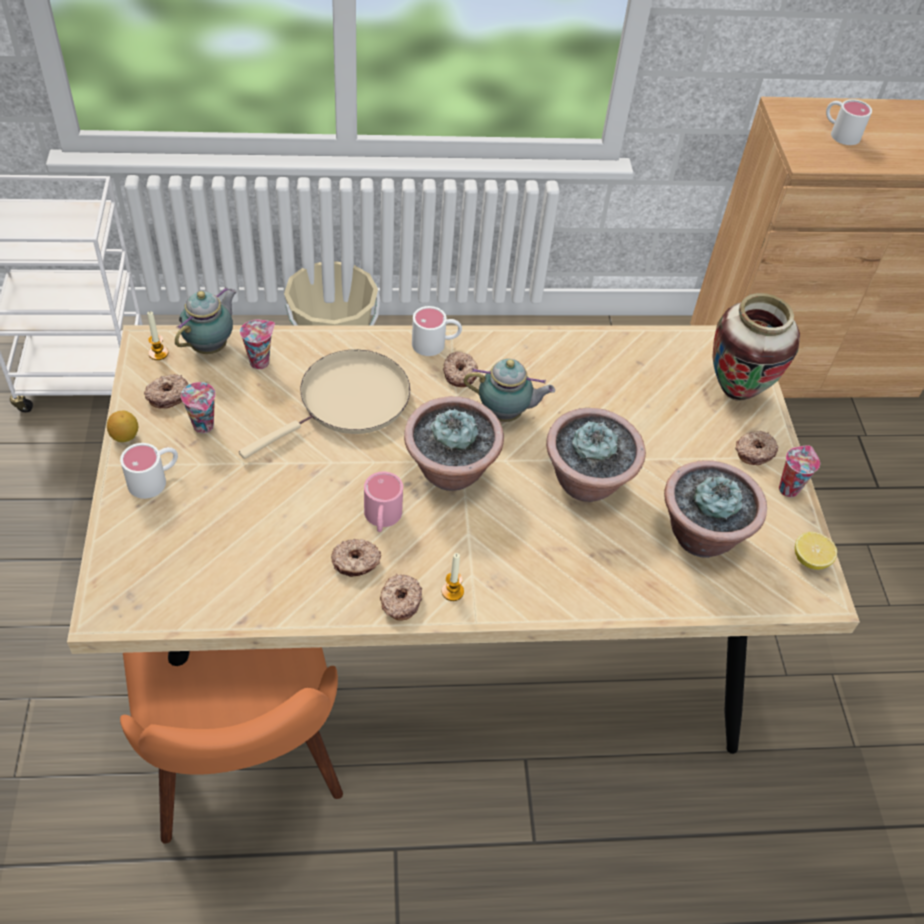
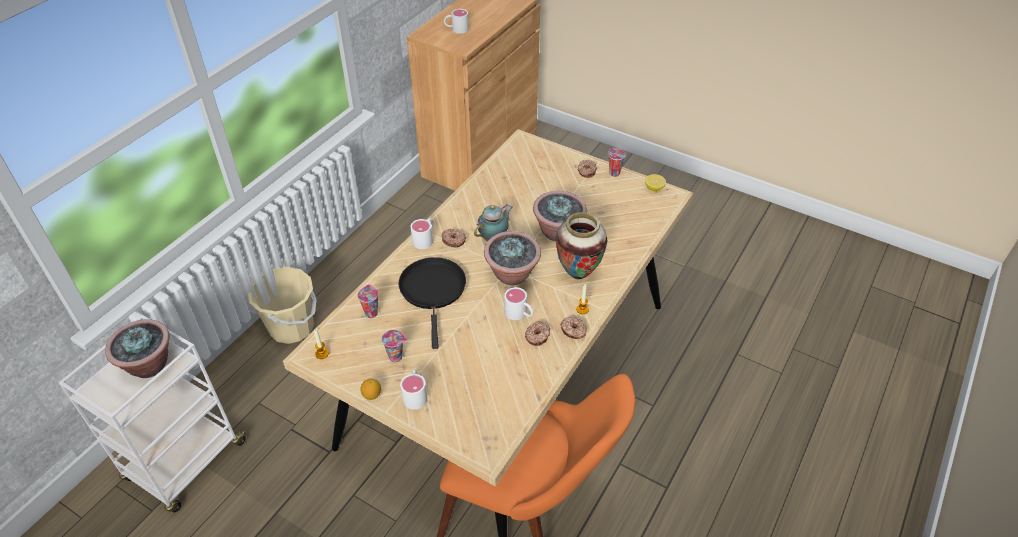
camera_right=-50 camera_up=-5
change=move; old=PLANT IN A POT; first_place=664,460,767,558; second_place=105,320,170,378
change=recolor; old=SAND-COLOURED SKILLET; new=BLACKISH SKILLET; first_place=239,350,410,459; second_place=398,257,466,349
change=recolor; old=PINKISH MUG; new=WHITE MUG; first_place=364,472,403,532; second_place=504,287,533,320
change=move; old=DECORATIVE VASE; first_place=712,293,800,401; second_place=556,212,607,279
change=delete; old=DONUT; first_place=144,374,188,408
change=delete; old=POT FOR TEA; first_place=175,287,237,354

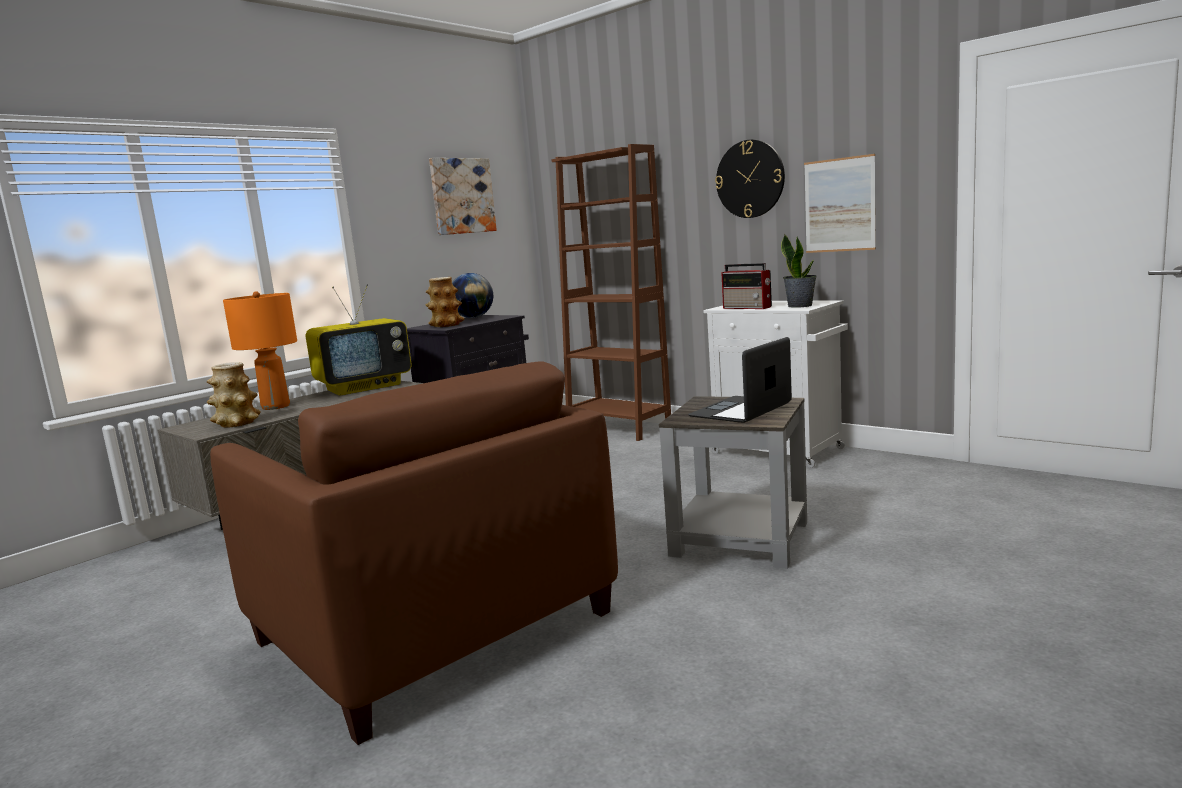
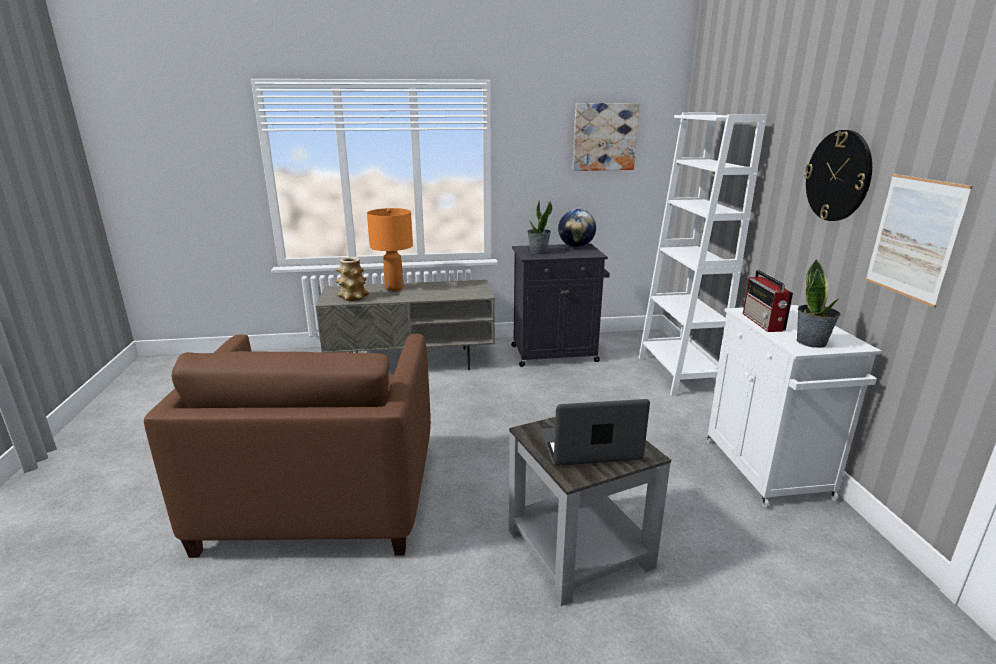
camera_right=40 camera_up=10
change=replace; old=DECORATIVE VASE; new=PLANT IN A POT; first_place=425,277,464,327; second_place=527,201,552,254
change=recolor; old=BROWN-COLOURED BOOKSHELF; new=WHITE BOOKSHELF; first_place=551,144,671,441; second_place=639,112,767,396
change=delete; old=TELEVISION; first_place=305,284,412,396

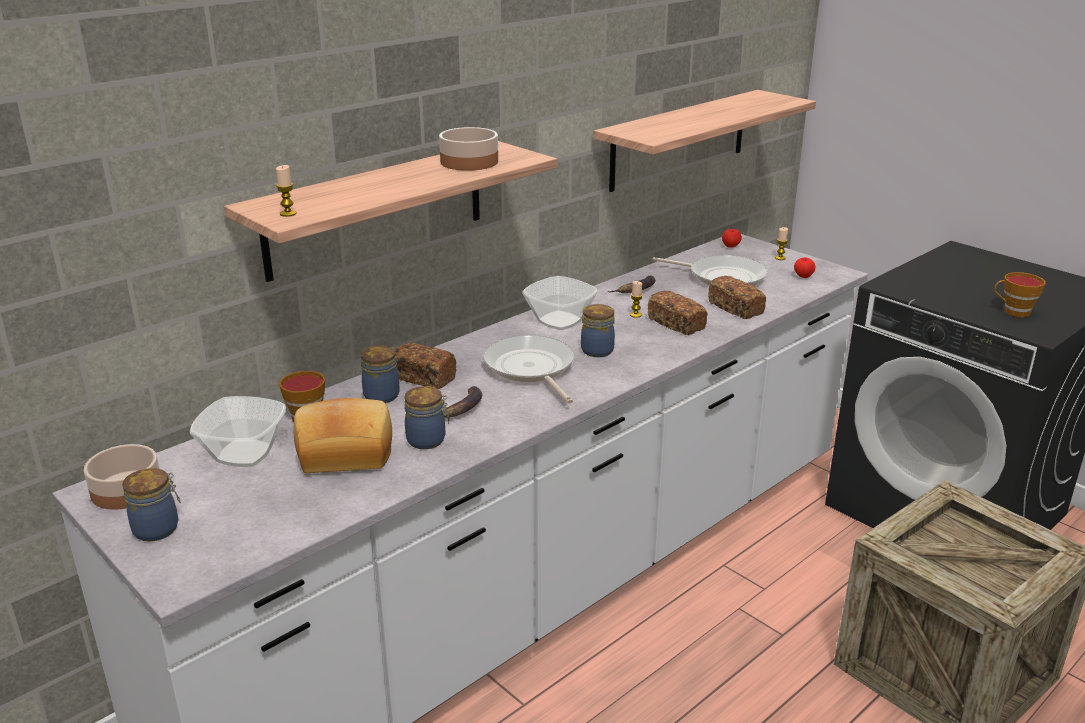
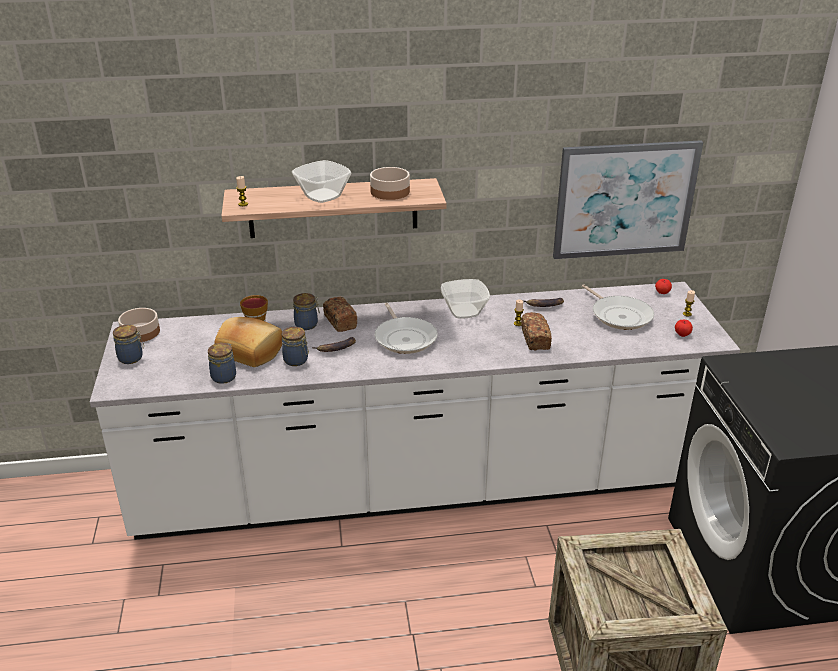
camera_right=35 camera_up=5
change=move; old=JAR; first_place=581,304,615,357; second_place=208,343,236,384
change=move; old=SERVING BOWL; first_place=190,396,286,467; second_place=292,160,351,203
change=rotate; old=SKILLET; first_place=483,335,574,404; second_place=375,303,438,354; degrees=150
change=replace; old=BRACKET SHELF; new=WALL PICTURE; first_place=593,90,816,192; second_place=553,140,703,259
change=delete; old=BAKERY BREAD; first_place=708,276,766,319
change=delete; old=DRINKING CUP; first_place=994,272,1046,317

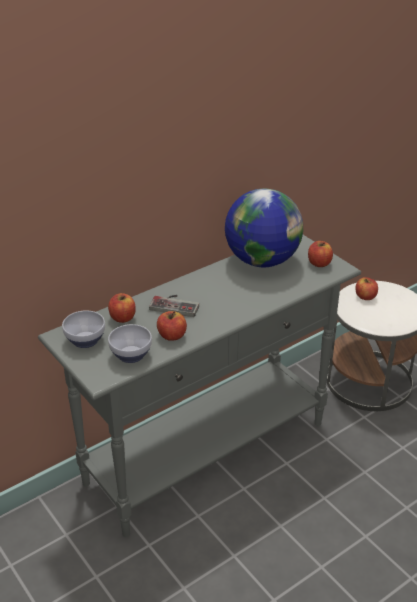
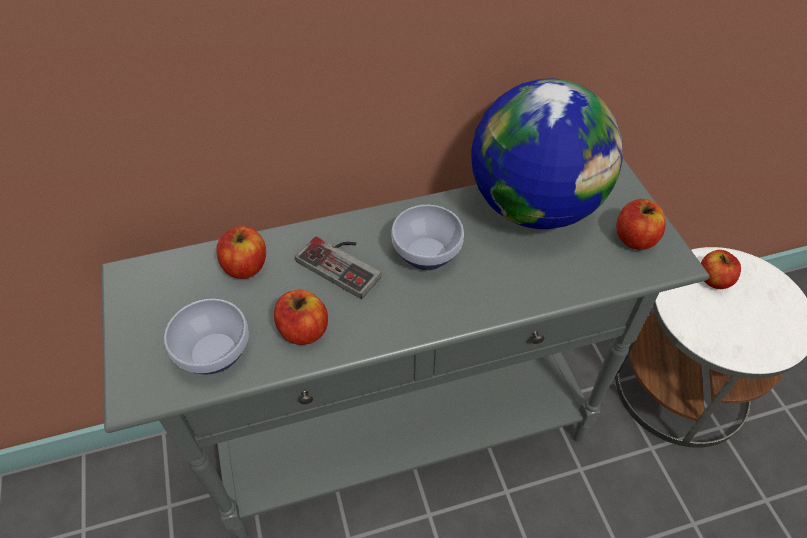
camera_right=20 camera_up=15
change=move; old=SERVING BOWL; first_place=62,310,105,348; second_place=391,205,464,270

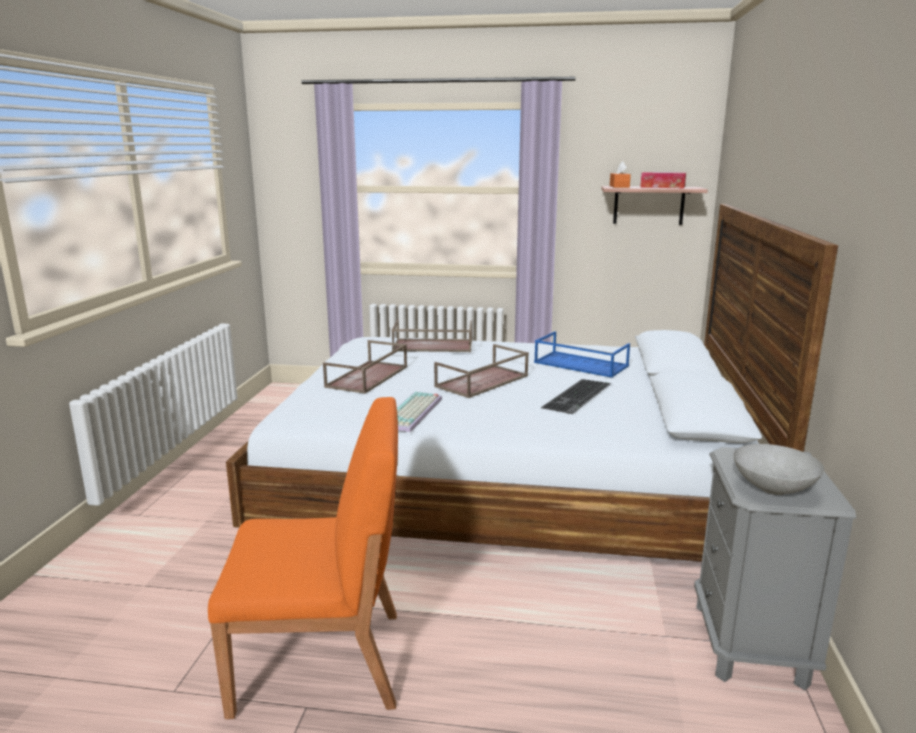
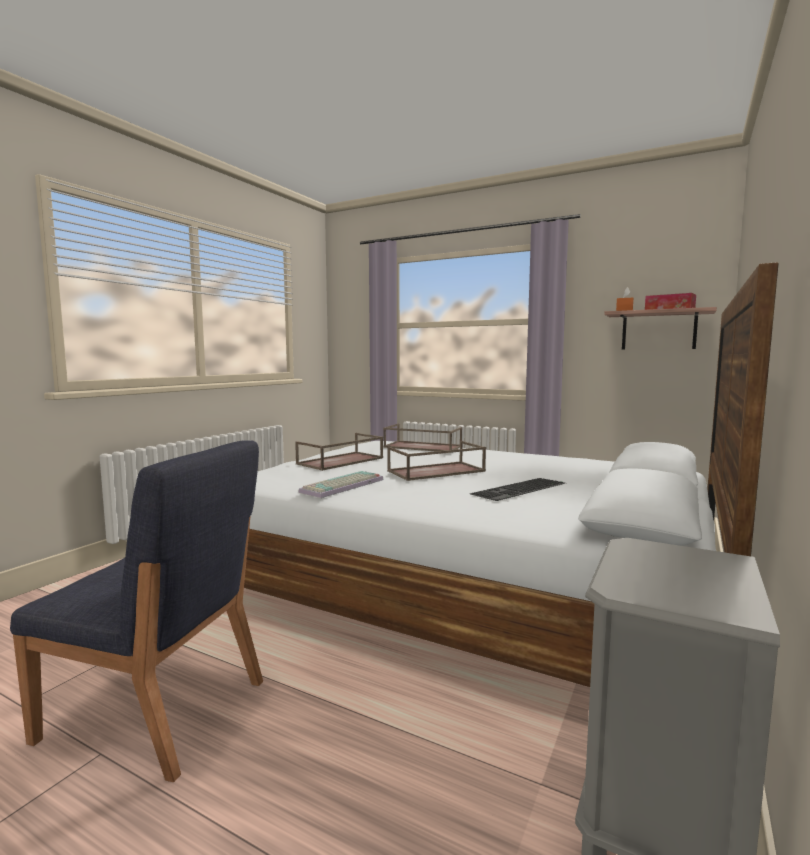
camera_right=20 camera_up=-10
change=recolor; old=ORANGEY CHAIR; new=BLUE CHAIR; first_place=208,397,398,719; second_place=10,440,263,782
change=delete; old=BLUE SERVING TRAY; first_place=534,331,630,378
change=delete; old=GRAY SERVING BOWL; first_place=733,444,824,495

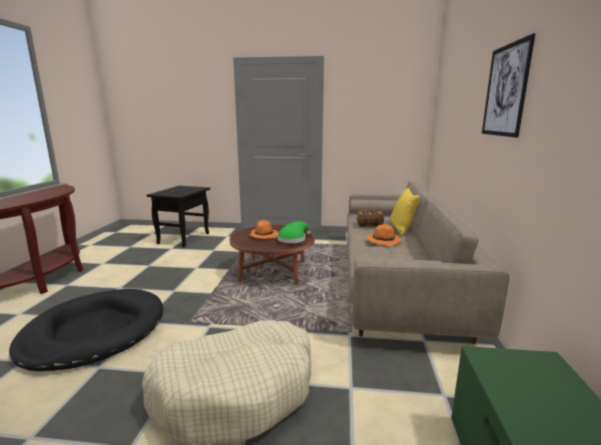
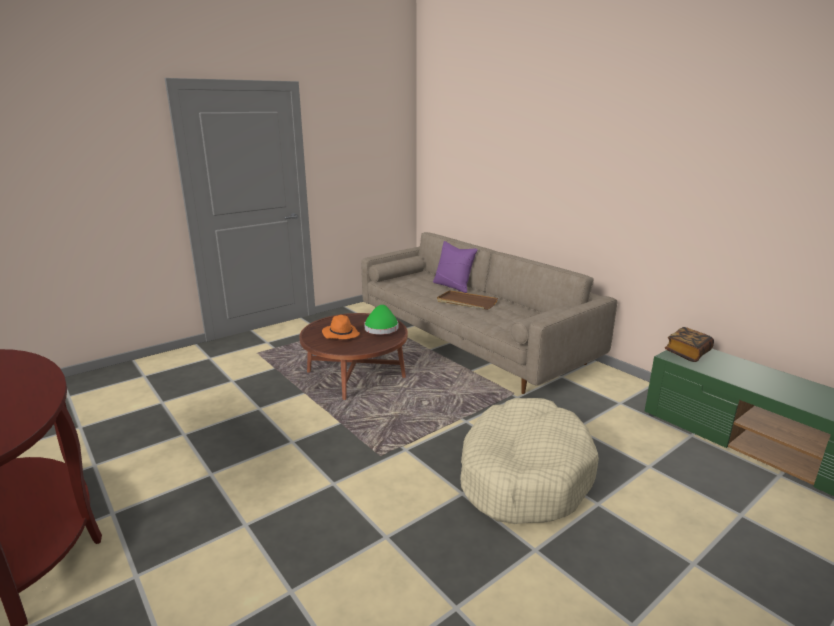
camera_right=-45 camera_up=5
change=recolor; old=YELLOW-COLOURED PILLOW; new=PURPLE PILLOW; first_place=391,188,420,235; second_place=433,241,478,293
change=replace; old=ORANGEY CLOTHING HAT; new=BROWN-COLOURED SERVING TRAY; first_place=366,224,401,246; second_place=437,290,498,310
change=move; old=BOOK; first_place=357,210,384,227; second_place=665,327,714,362
change=delete; old=BLACKISH DOG BED; first_place=9,289,163,371
change=delete; old=BLACKISH ACCENT TABLE; first_place=147,186,210,247
change=delete; old=WALL PICTURE; first_place=482,33,536,138

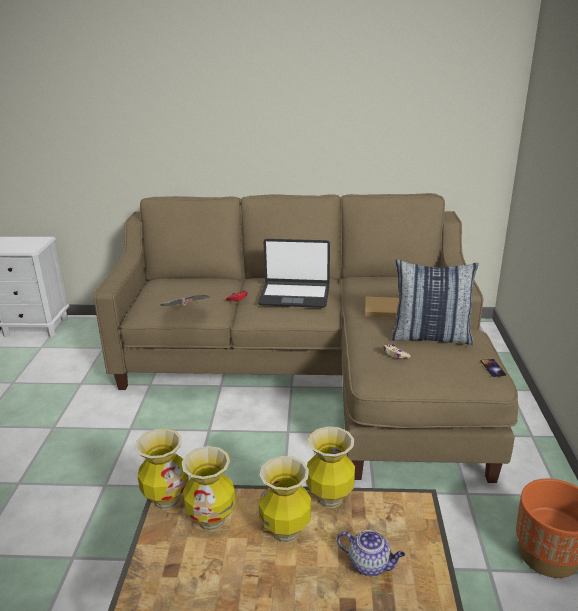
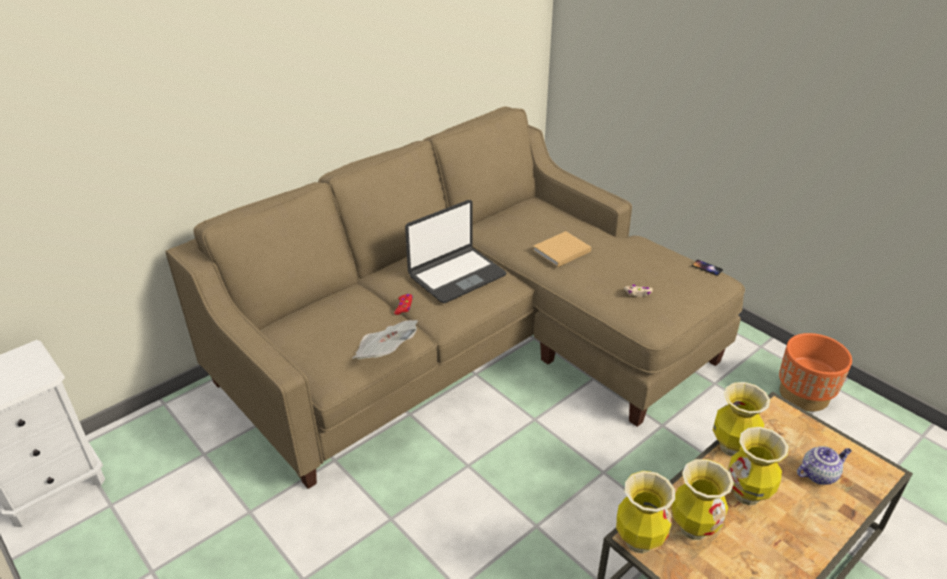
camera_right=-45 camera_up=10
change=delete; old=PILLOW; first_place=392,260,479,345

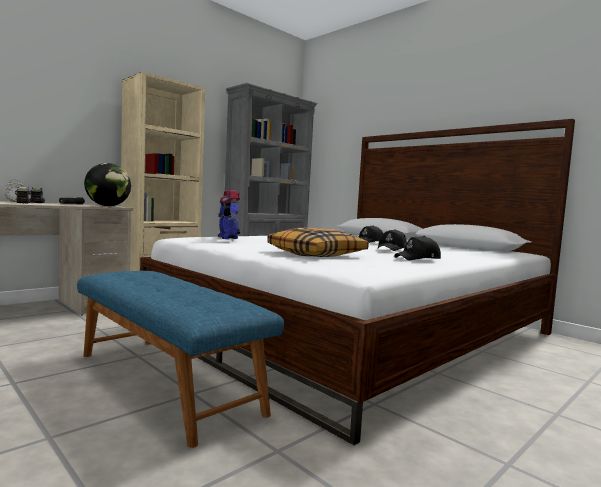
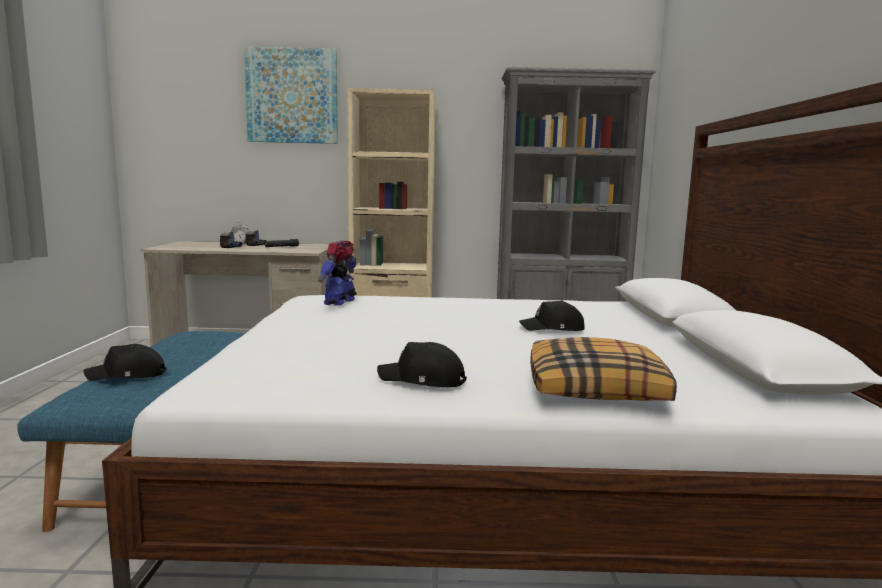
camera_right=45 camera_up=5
change=move; old=BLACKISH CAP; first_place=378,229,407,251; second_place=83,344,167,381
change=insert; new=WALL PICTURE; second_place=244,47,338,144
change=move; old=PILLOW; first_place=267,228,369,257; second_place=530,337,677,401
change=delete; old=DESK GLOBE; first_place=84,163,131,206

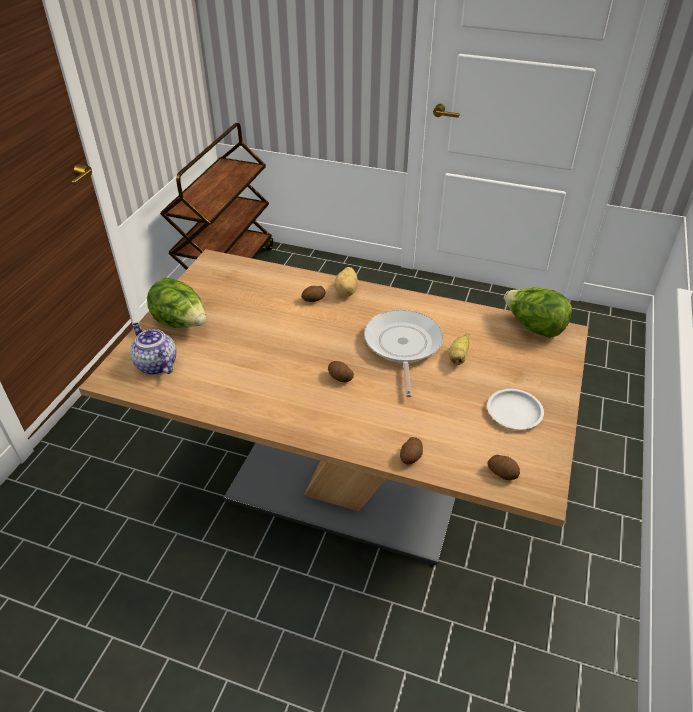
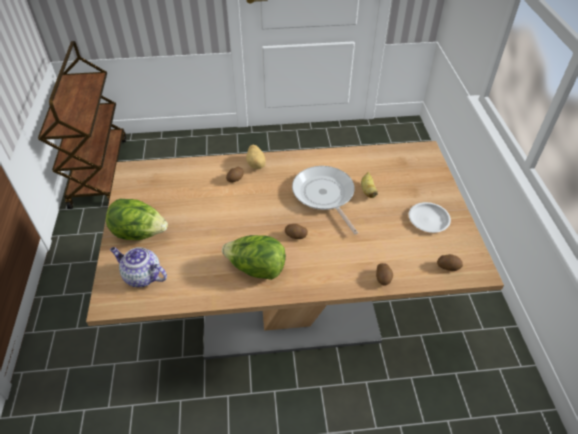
camera_right=-25 camera_up=5
change=move; old=HEAD OF LETTUCE; first_place=504,287,572,338; second_place=222,235,286,280

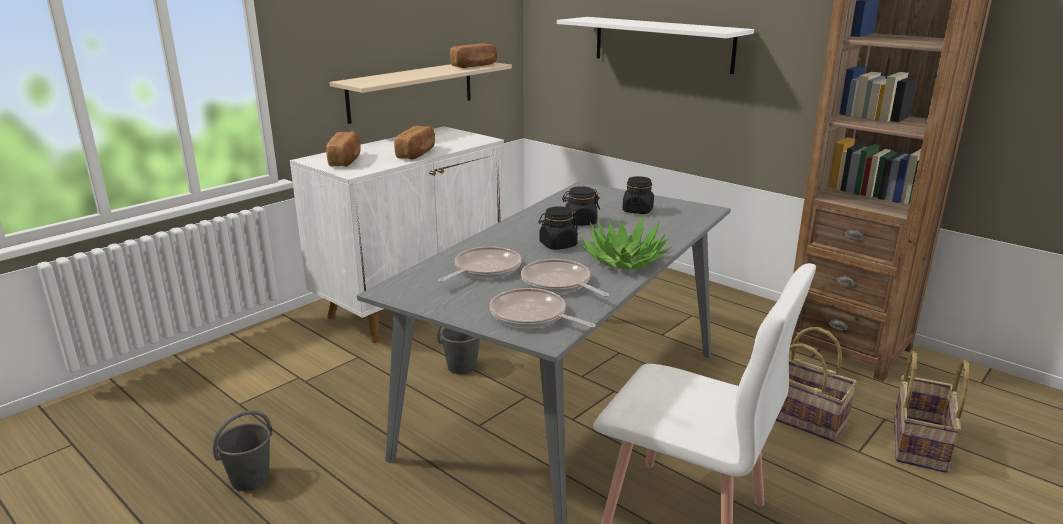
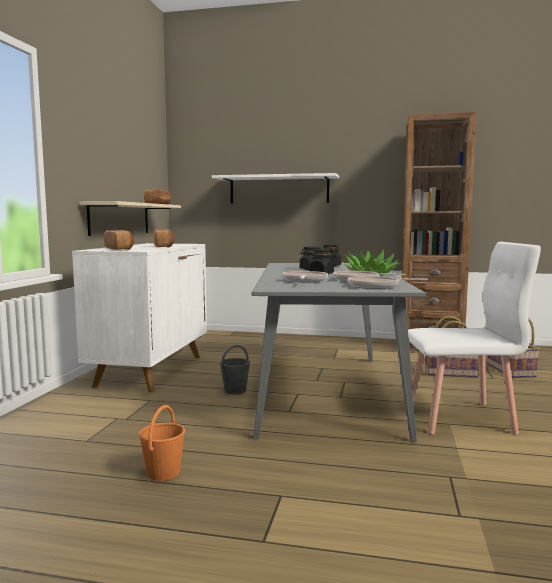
camera_right=-30 camera_up=-15
change=recolor; old=GRAY WATER BUCKET; new=ORANGEY WATER BUCKET; first_place=213,410,273,491; second_place=139,405,185,481

